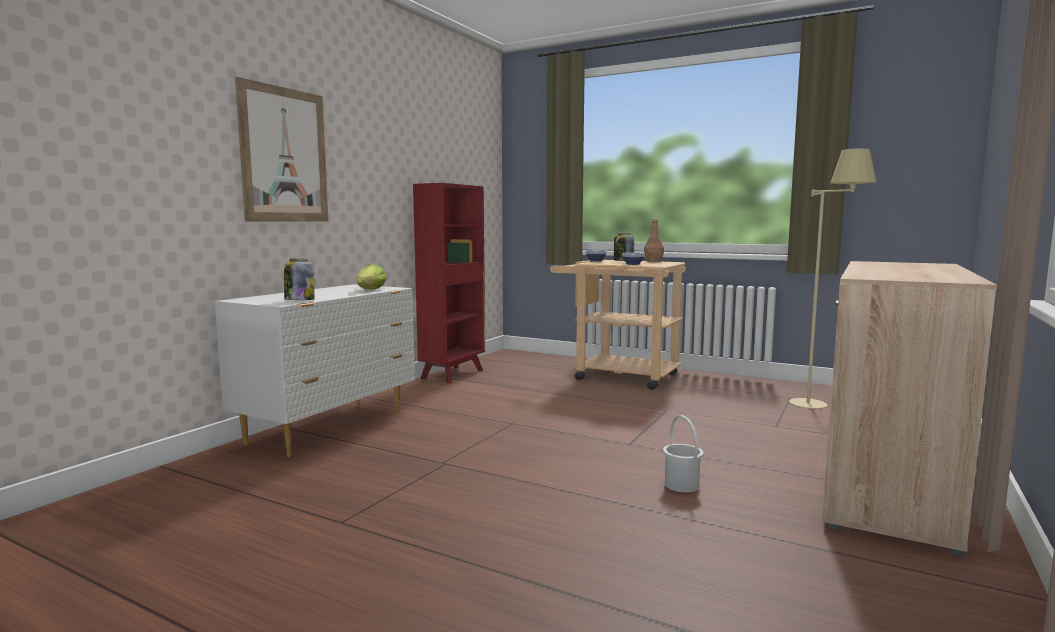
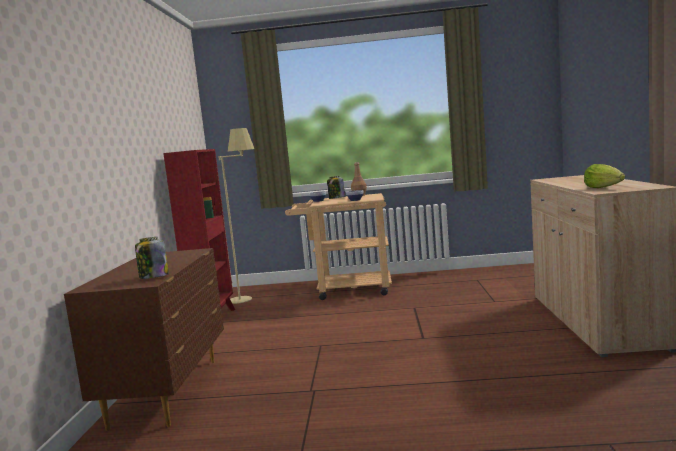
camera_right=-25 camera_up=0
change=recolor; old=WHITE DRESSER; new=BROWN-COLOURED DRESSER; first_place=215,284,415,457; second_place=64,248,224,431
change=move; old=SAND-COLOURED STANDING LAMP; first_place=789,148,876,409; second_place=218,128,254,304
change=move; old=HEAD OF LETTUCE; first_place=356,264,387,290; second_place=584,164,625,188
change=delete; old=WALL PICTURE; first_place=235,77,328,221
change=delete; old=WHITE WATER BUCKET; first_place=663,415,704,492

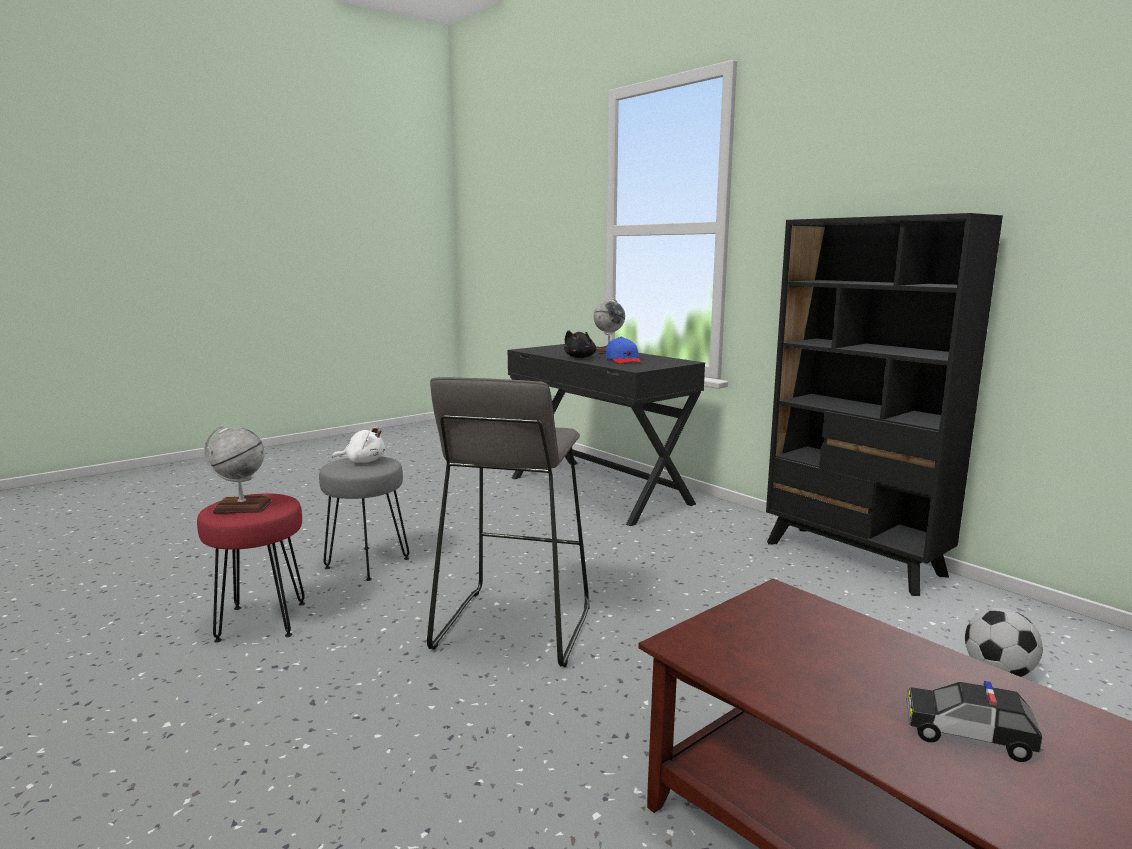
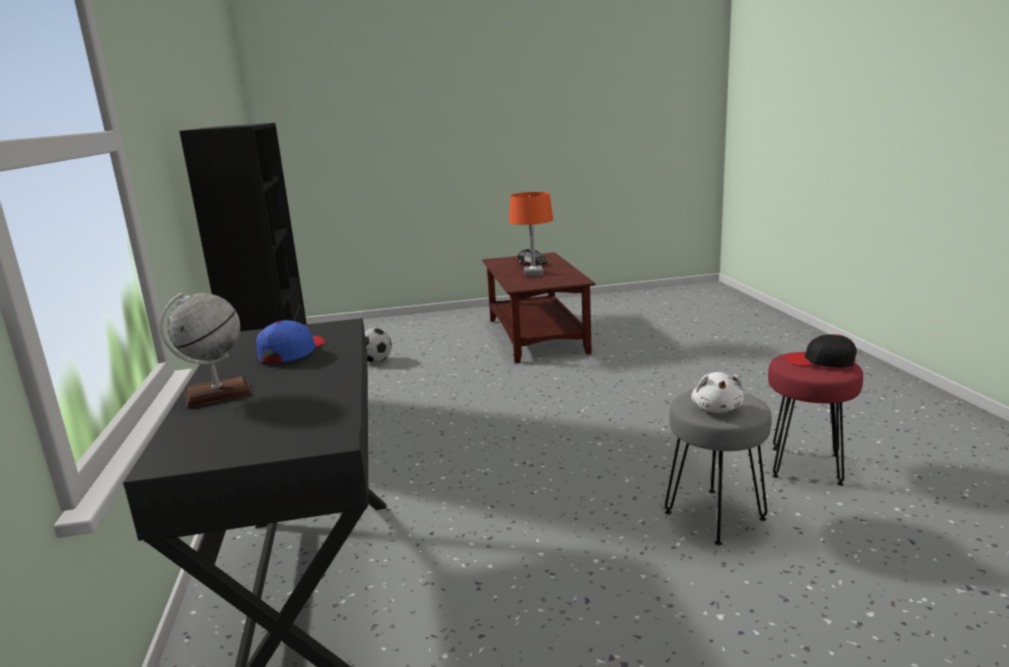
camera_right=-150 camera_up=5
change=insert; new=ORANGEY TABLETOP LAMP; second_place=509,192,553,277
change=rotate; old=WHITE SOFT TOY; first_place=332,426,385,463; second_place=691,372,744,413; degrees=-120
change=replace; old=DESK GLOBE; new=BLACKISH CAP; first_place=204,425,272,514; second_place=786,334,857,368
change=delete; old=GRAY SITTING STOOL; first_place=427,377,590,667
change=delete; old=BLACKISH SOFT TOY; first_place=564,330,596,358

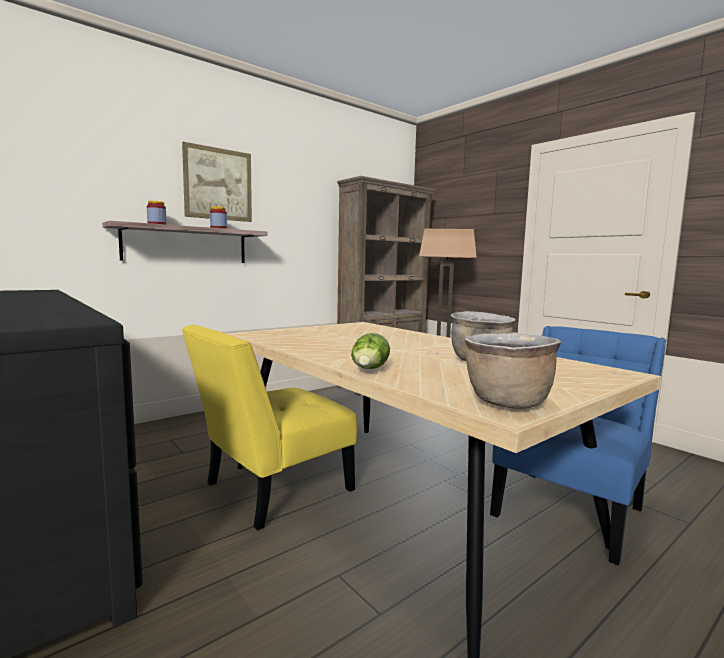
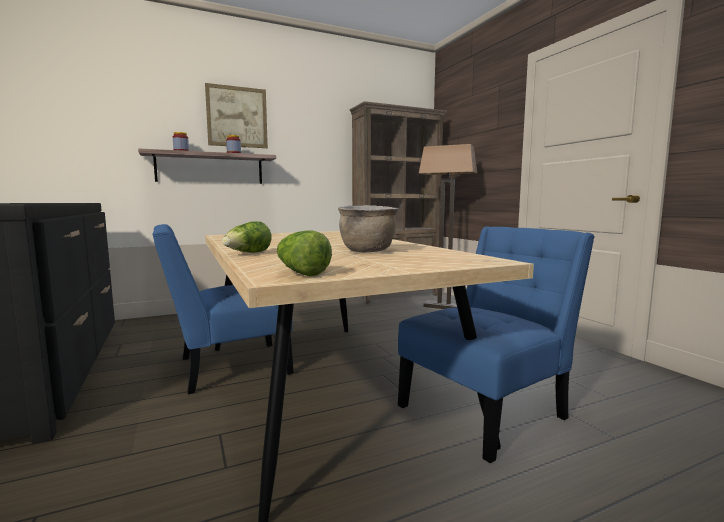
camera_right=15 camera_up=0
change=recolor; old=YELLOW-COLOURED CHAIR; new=BLUE CHAIR; first_place=182,325,357,531; second_place=153,224,294,394
change=replace; old=BROWN-COLOURED COOKING POT; new=HEAD OF LETTUCE; first_place=465,333,561,409; second_place=277,230,332,276

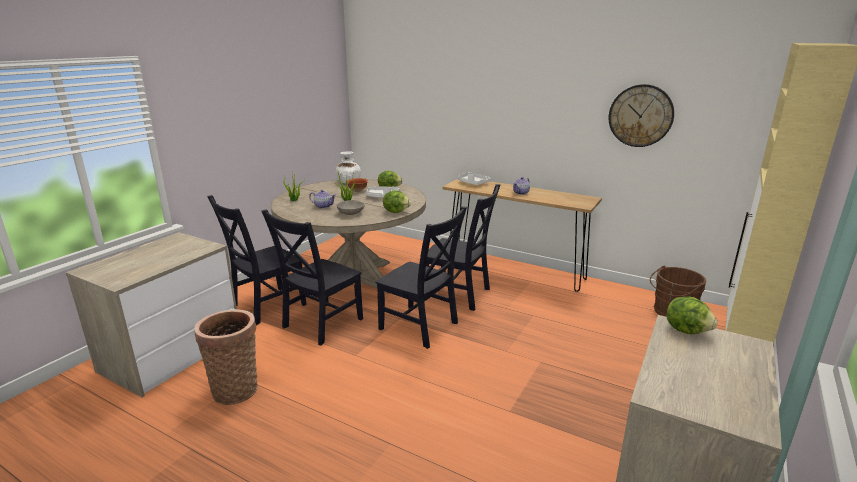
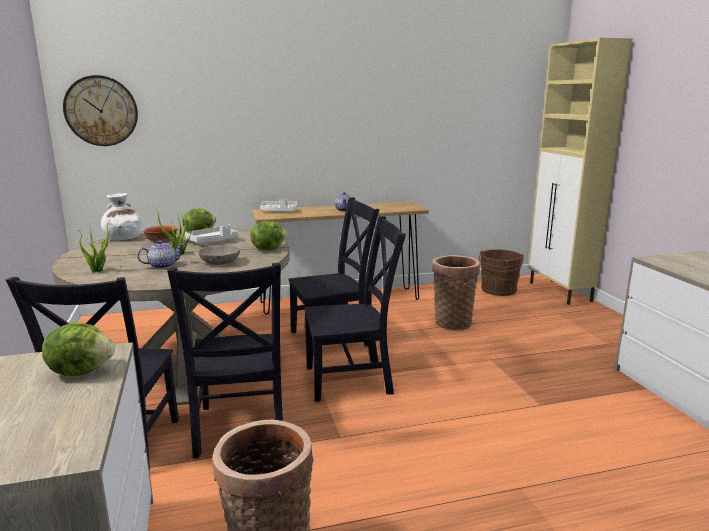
camera_right=-45 camera_up=-5
change=move; old=HEAD OF LETTUCE; first_place=666,297,718,334; second_place=42,322,115,376
change=move; old=HANGING CLOCK; first_place=609,84,674,147; second_place=63,75,138,146
change=insert; new=HOUSEHOLD BASKET; second_place=432,255,480,330

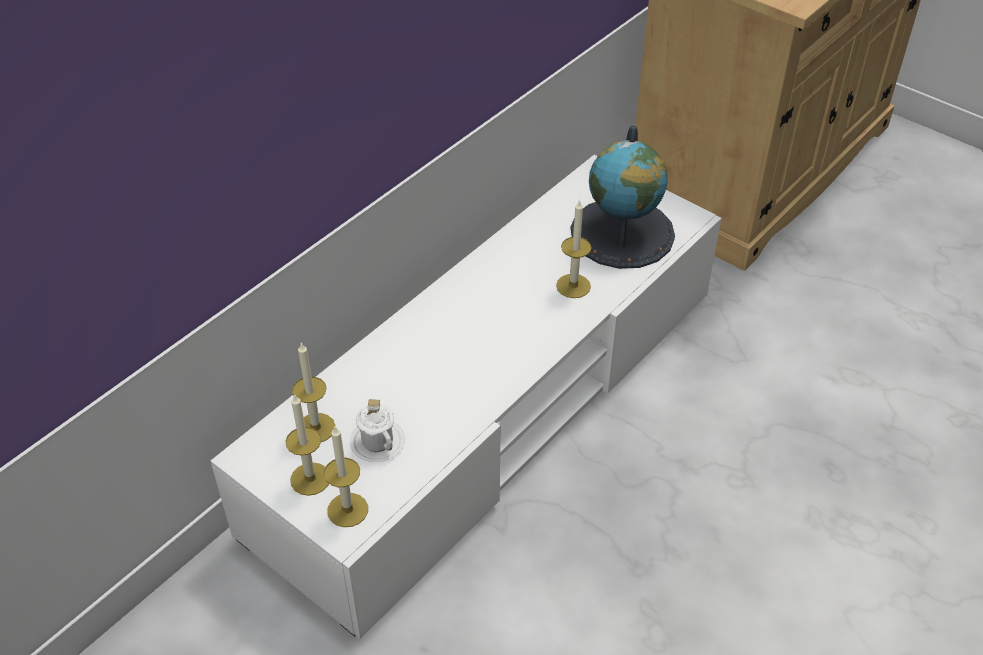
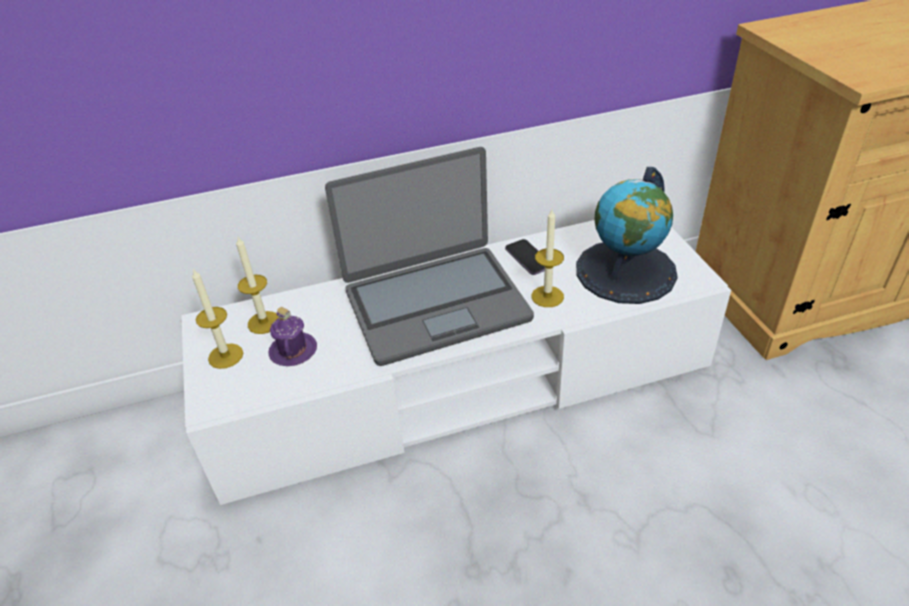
camera_right=35 camera_up=-5
change=recolor; old=WHITE MUG; new=PURPLE MUG; first_place=350,399,405,462; second_place=268,307,317,366
change=insert; new=LAPTOP; second_place=325,147,534,366
change=insert; new=HANDSET; second_place=505,239,545,275
change=delete; old=WAX LIGHT; first_place=324,427,368,527

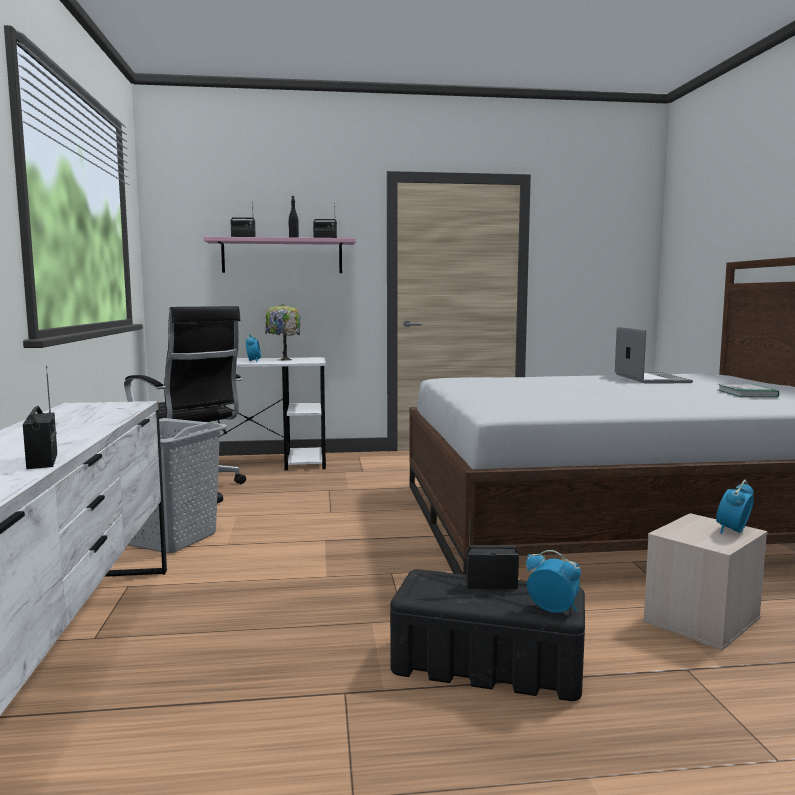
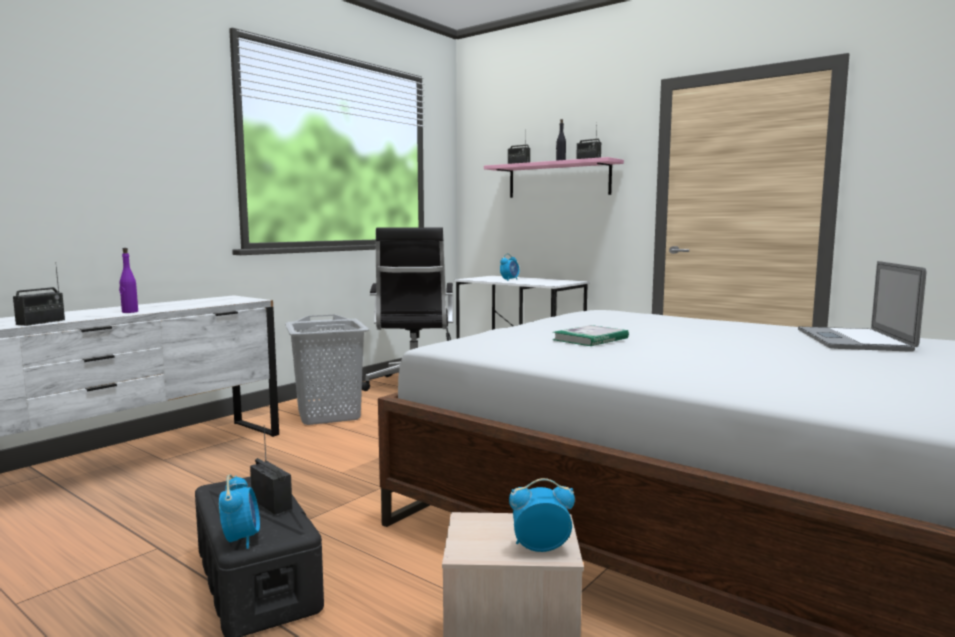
camera_right=45 camera_up=0
change=insert; new=PURPLE BOTTLE; second_place=119,248,138,313
change=move; old=BOOK; first_place=718,384,779,397; second_place=552,325,629,346
change=rotate; old=LAPTOP; first_place=615,327,693,384; second_place=798,261,926,352; degrees=150
change=delete; old=TABLETOP LAMP; first_place=265,304,300,361

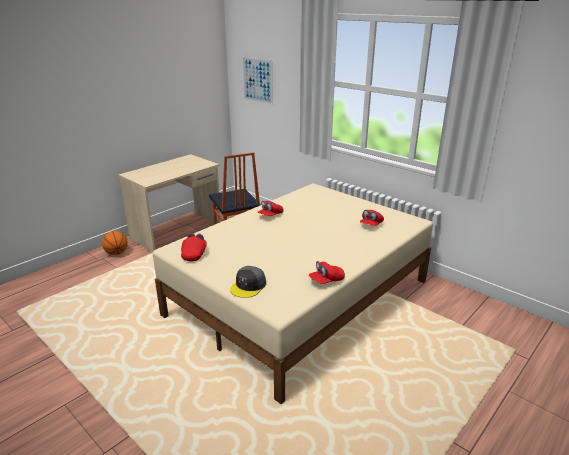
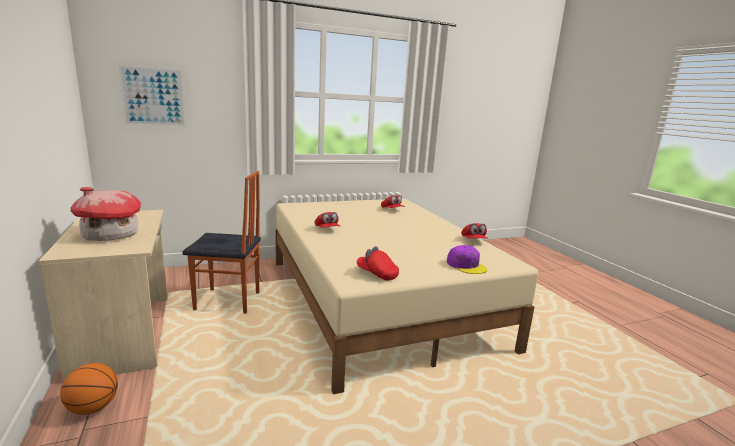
camera_right=-65 camera_up=-10
change=insert; new=MODEL HOUSE; second_place=71,187,141,241
change=recolor; old=GRAY CAP; new=PURPLE CAP; first_place=230,266,266,298; second_place=447,245,488,274

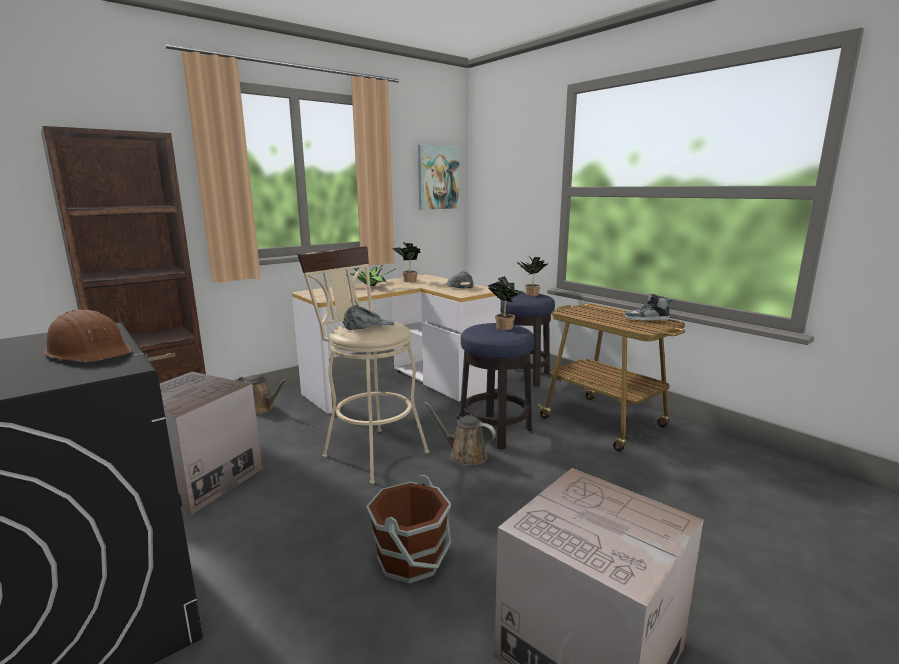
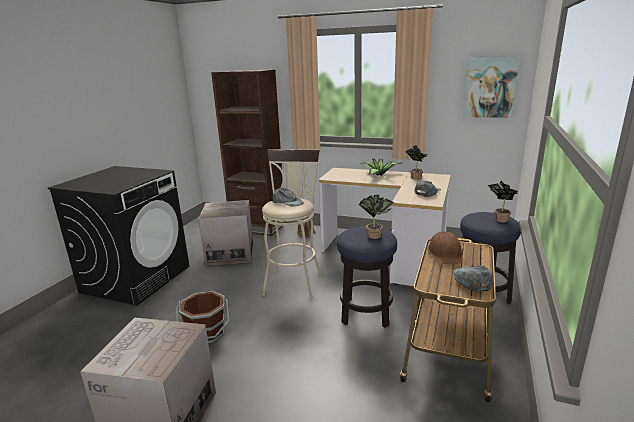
camera_right=60 camera_up=5
change=move; old=BROWN-COLOURED WORK HELMET; first_place=44,310,131,362; second_place=427,231,463,264
change=replace; old=ITEM OF FOOTWEAR; new=GRAY CAP; first_place=625,294,672,321; second_place=453,265,493,291
change=delete; old=BROWN-COLOURED WATERING POT; first_place=424,402,496,466

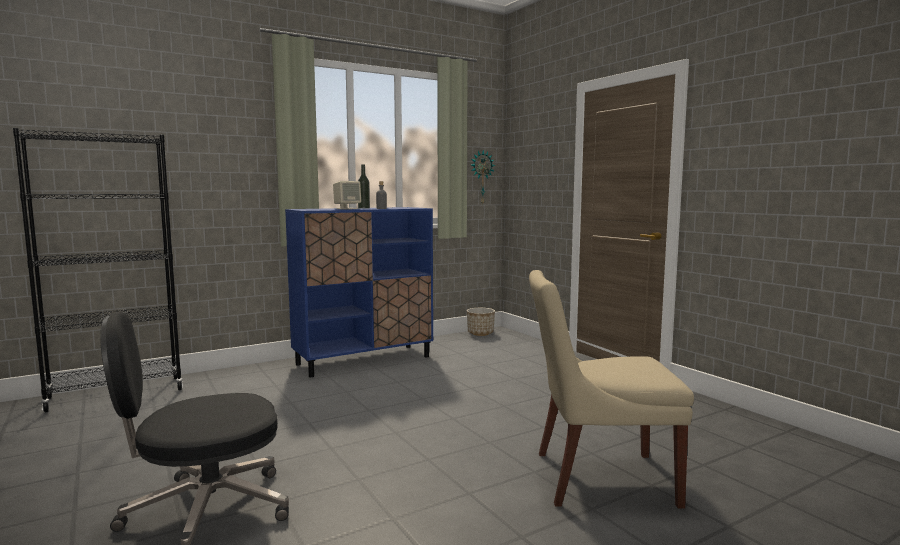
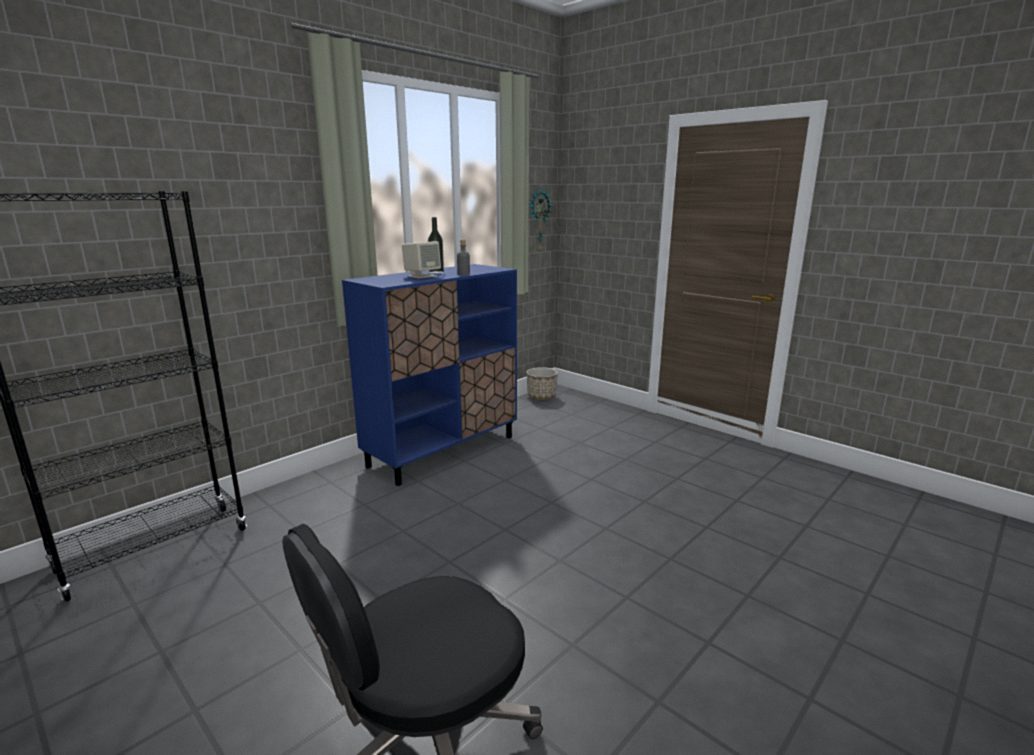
camera_right=-15 camera_up=10
change=delete; old=SAND-COLOURED CHAIR; first_place=529,270,694,509

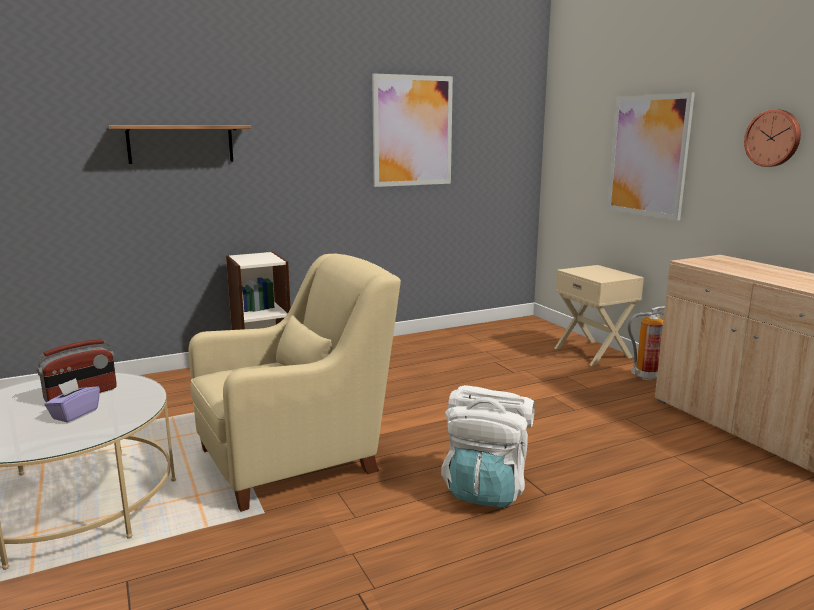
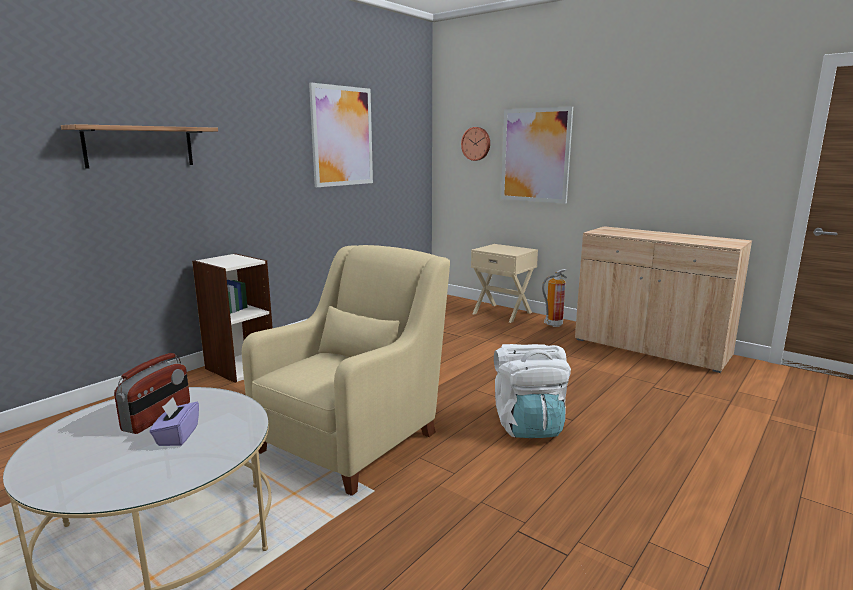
camera_right=-25 camera_up=0
change=move; old=HANGING CLOCK; first_place=744,109,801,167; second_place=461,127,490,161

